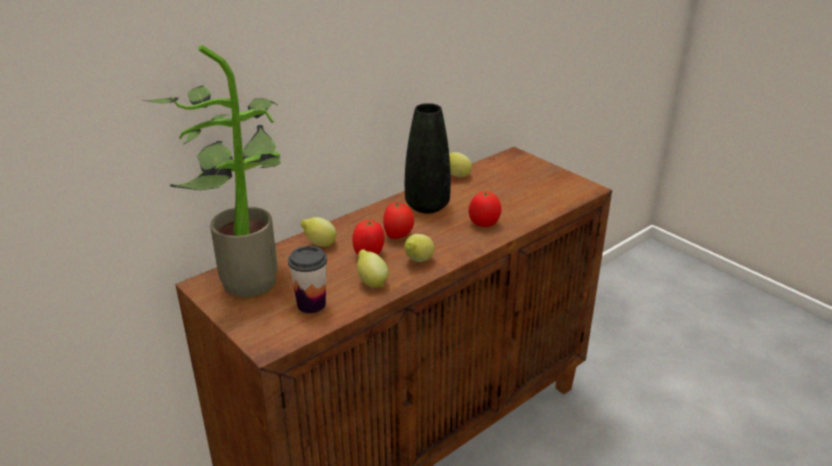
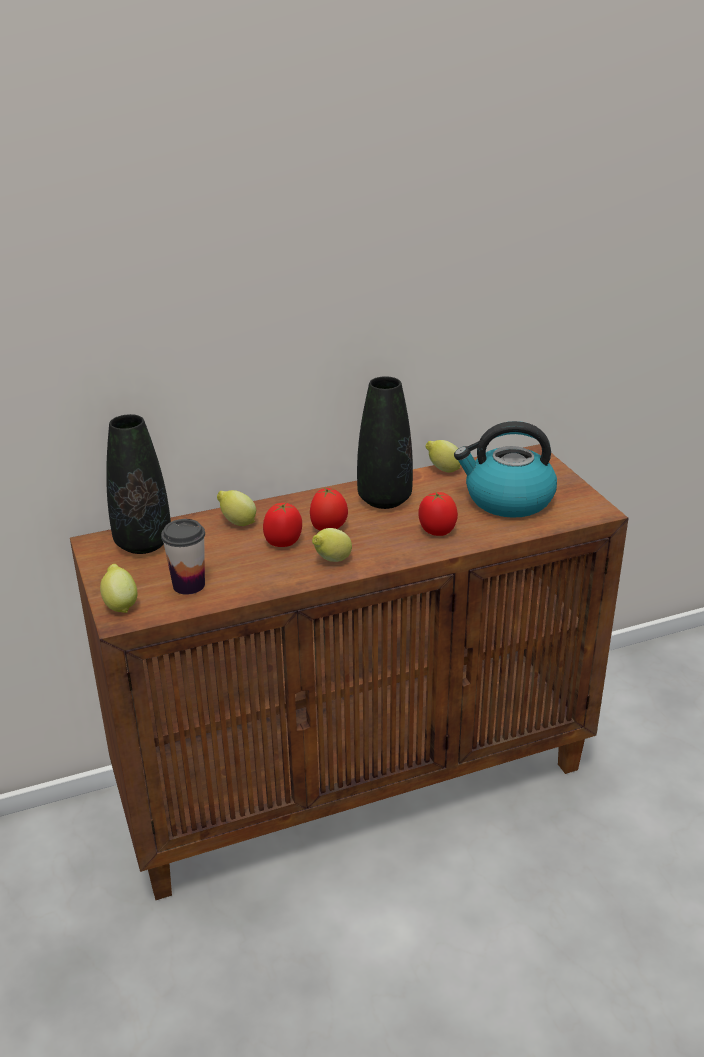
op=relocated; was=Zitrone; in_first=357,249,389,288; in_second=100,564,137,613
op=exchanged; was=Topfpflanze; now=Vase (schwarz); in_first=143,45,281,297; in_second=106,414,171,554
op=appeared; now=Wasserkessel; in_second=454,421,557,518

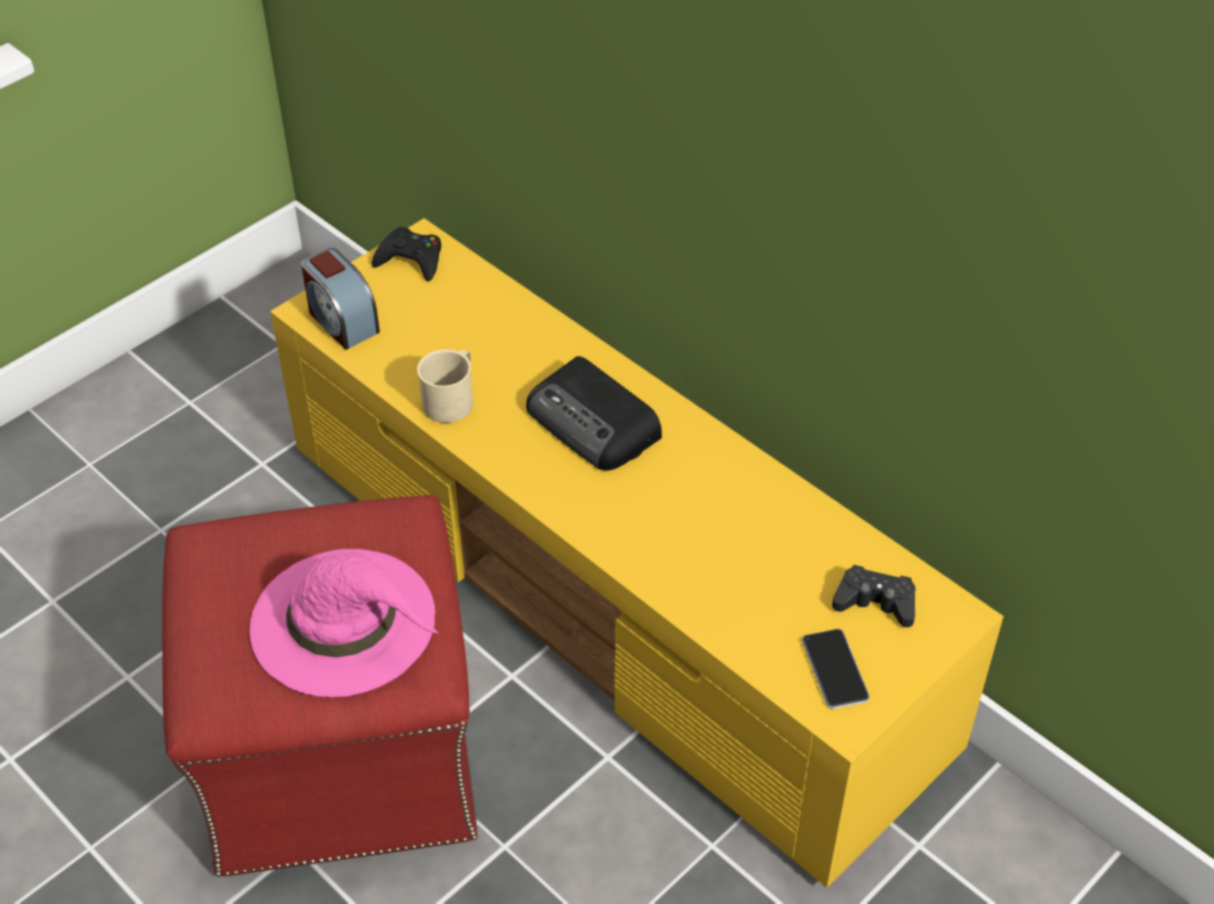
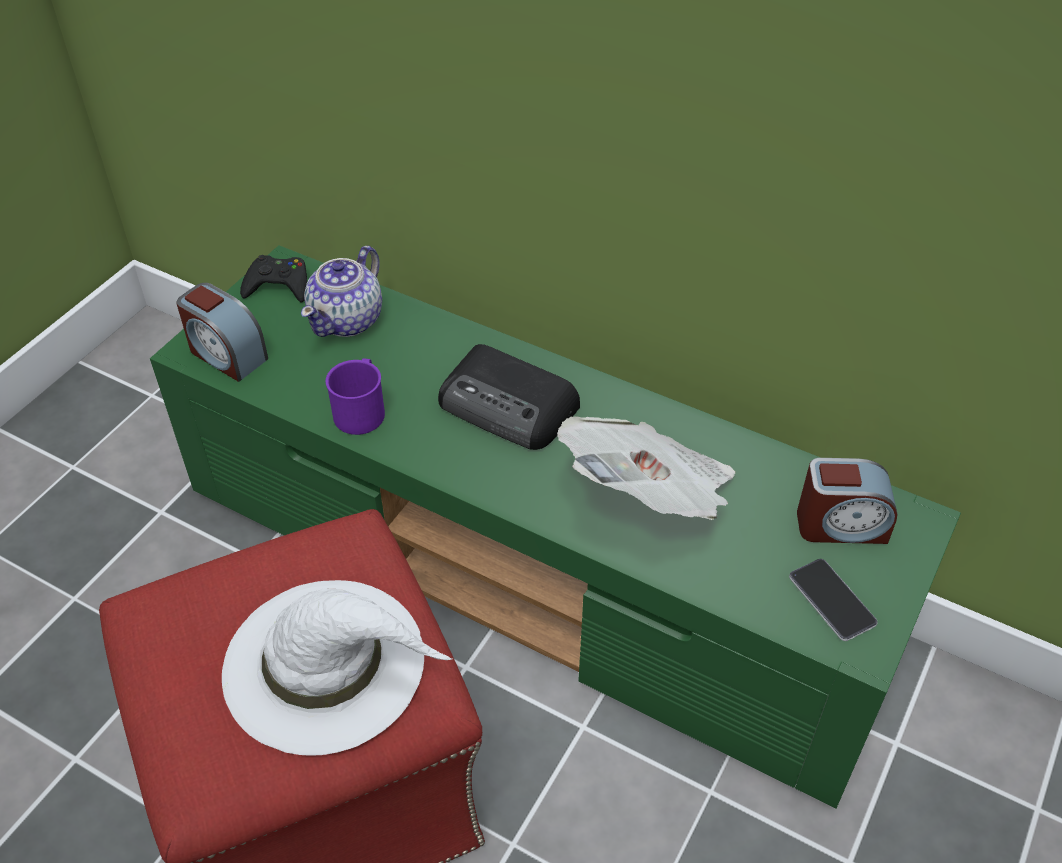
op=colour; was=Fernsehschrank (gelb); now=Fernsehschrank (grün); in_first=270,218,1004,888; in_second=150,245,961,809
op=colour; was=Hut (rosa); now=Hut (weiß); in_first=249,549,439,697; in_second=222,580,452,756
op=appeared; now=Teekanne; in_second=301,246,382,337
op=colour; was=Henkelbecher (beige); now=Henkelbecher (lila); in_first=417,349,473,423; in_second=325,358,385,435
op=appeared; now=Zeitung; in_second=557,416,736,520
op=exchanged; was=Gamepad (schwarz); now=Wecker; in_first=832,565,916,627; in_second=797,458,898,544

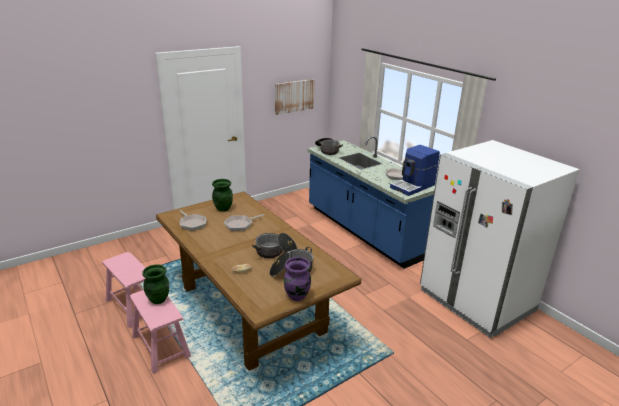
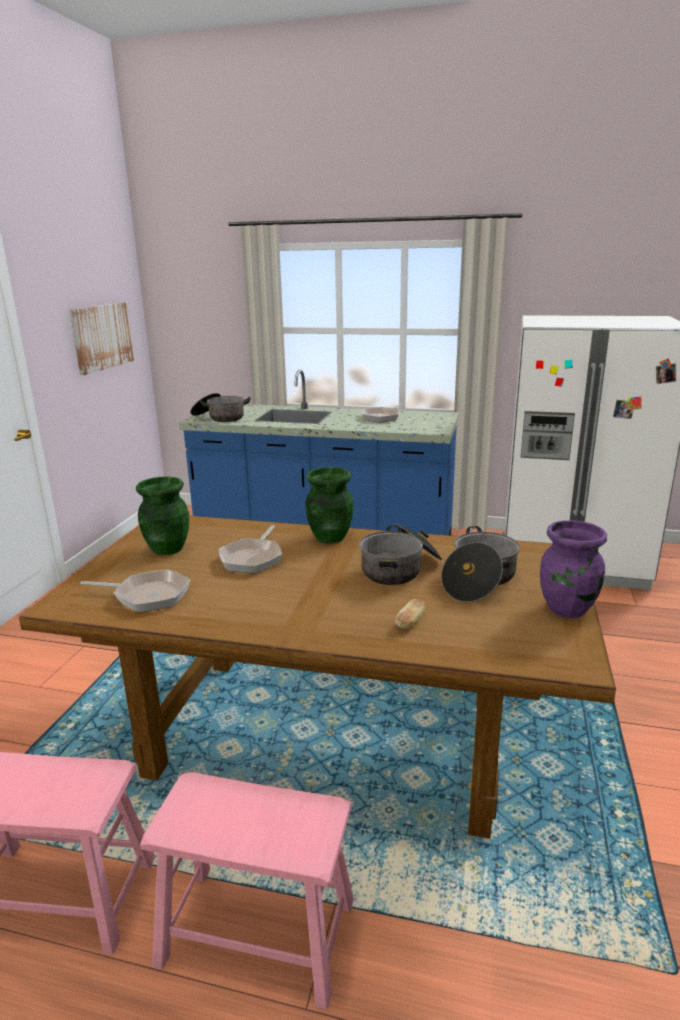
op=relocated; was=Vase (grün); in_first=142,264,169,304; in_second=305,467,354,544
op=missing; was=Kaffeemaschine; in_first=390,145,440,196

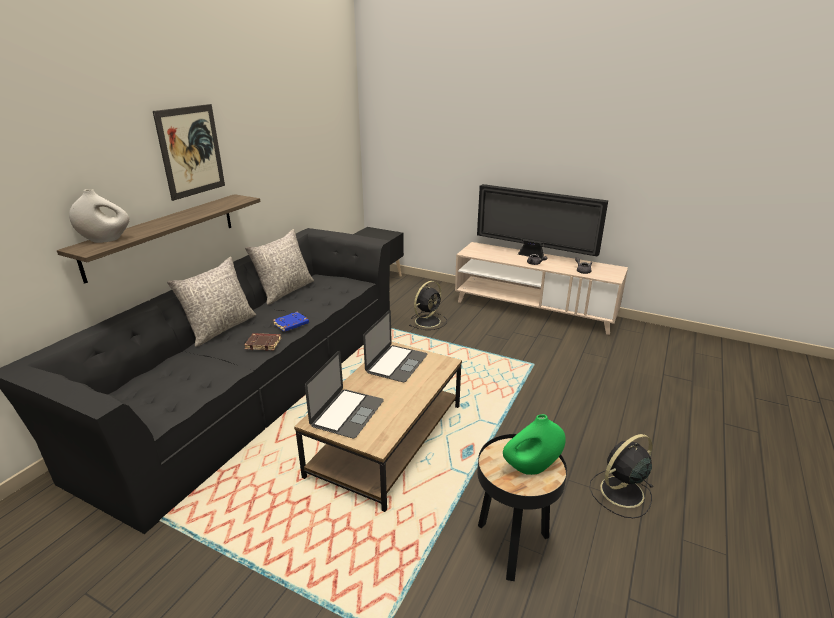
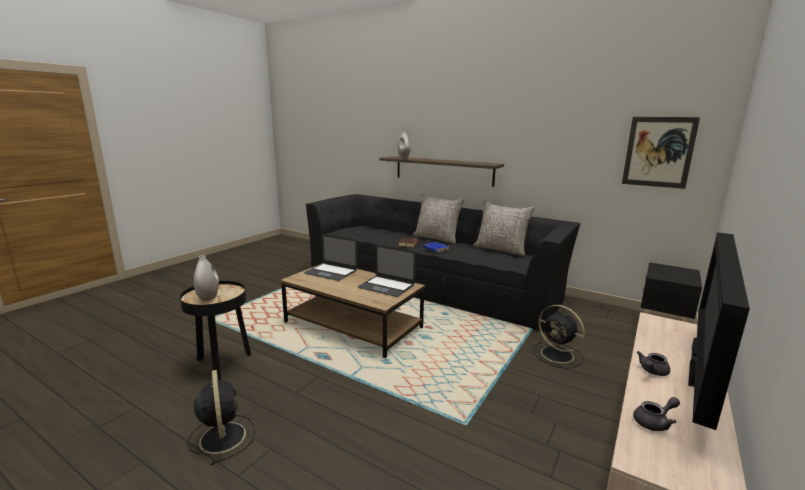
op=colour; was=Vase (grün); now=Vase (weiß); in_first=503,414,566,475; in_second=193,255,219,302
op=relocated; was=Bild; in_first=153,104,225,201; in_second=622,117,700,189

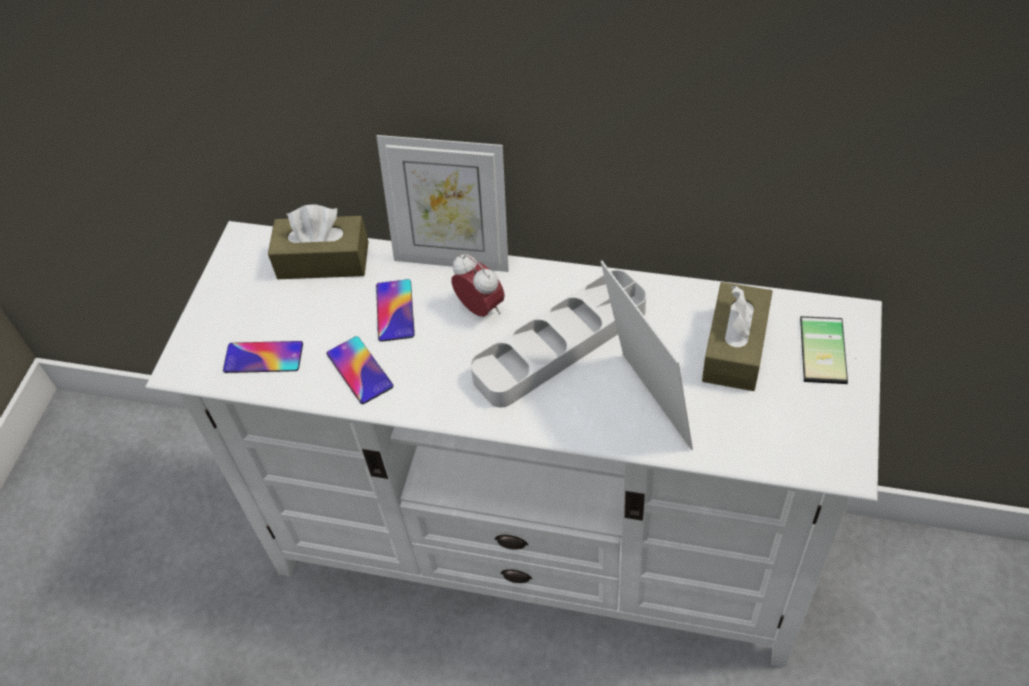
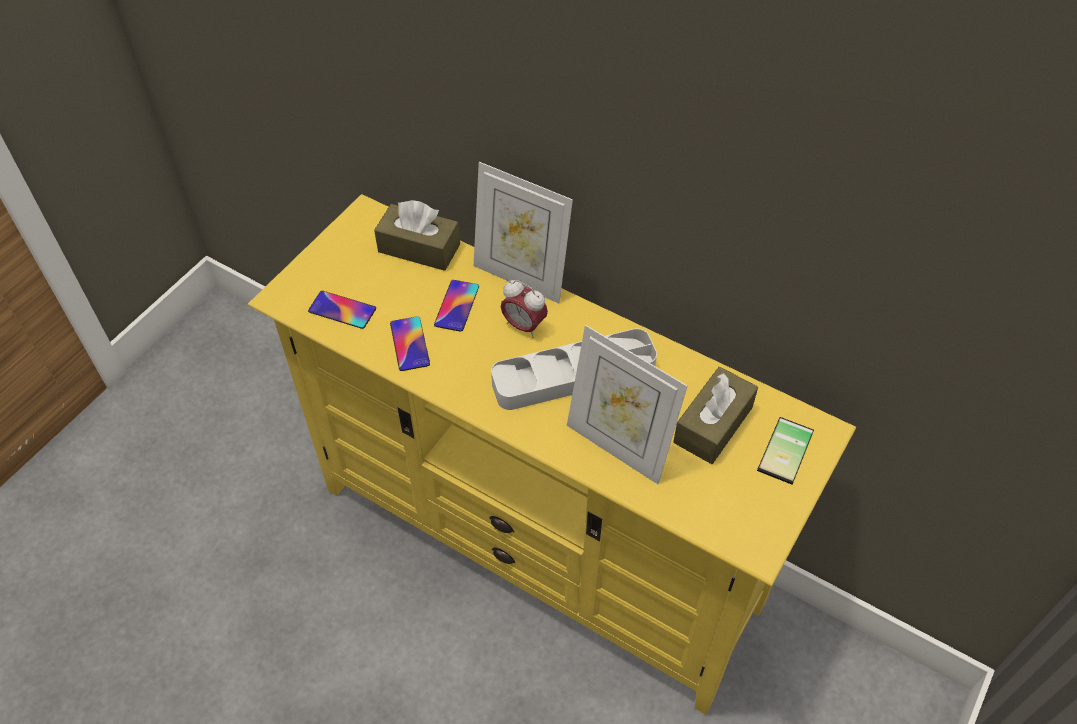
op=colour; was=Fernsehschrank (weiß); now=Fernsehschrank (gelb); in_first=145,221,882,667; in_second=248,194,856,715
op=spun; was=Wecker; in_first=451,254,505,317; in_second=501,280,548,338; clockwise=150
op=spun; was=Bilderrahmen; in_first=601,260,693,450; in_second=567,325,688,484; clockwise=135

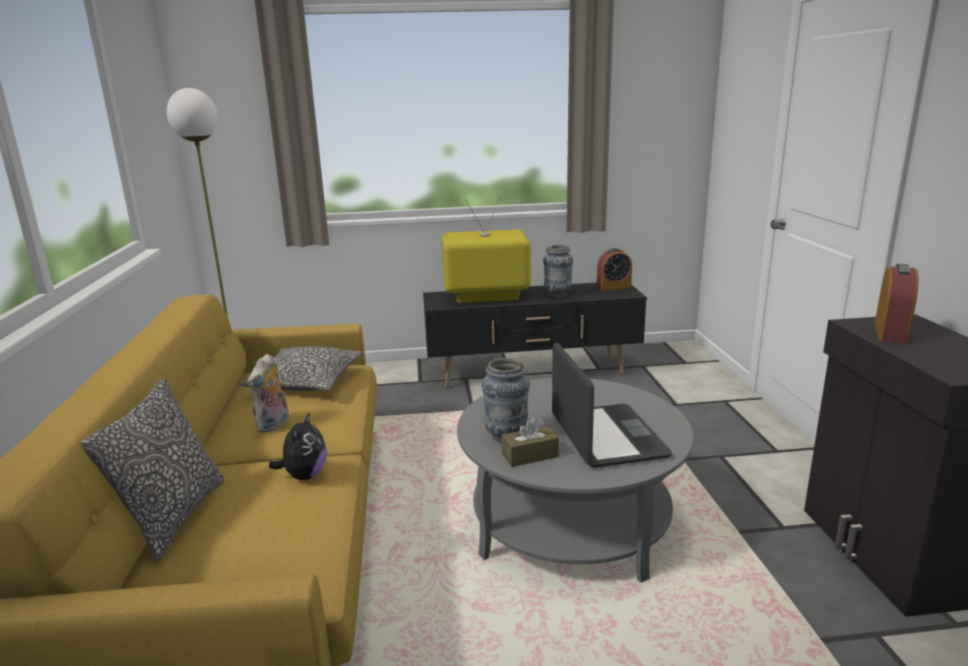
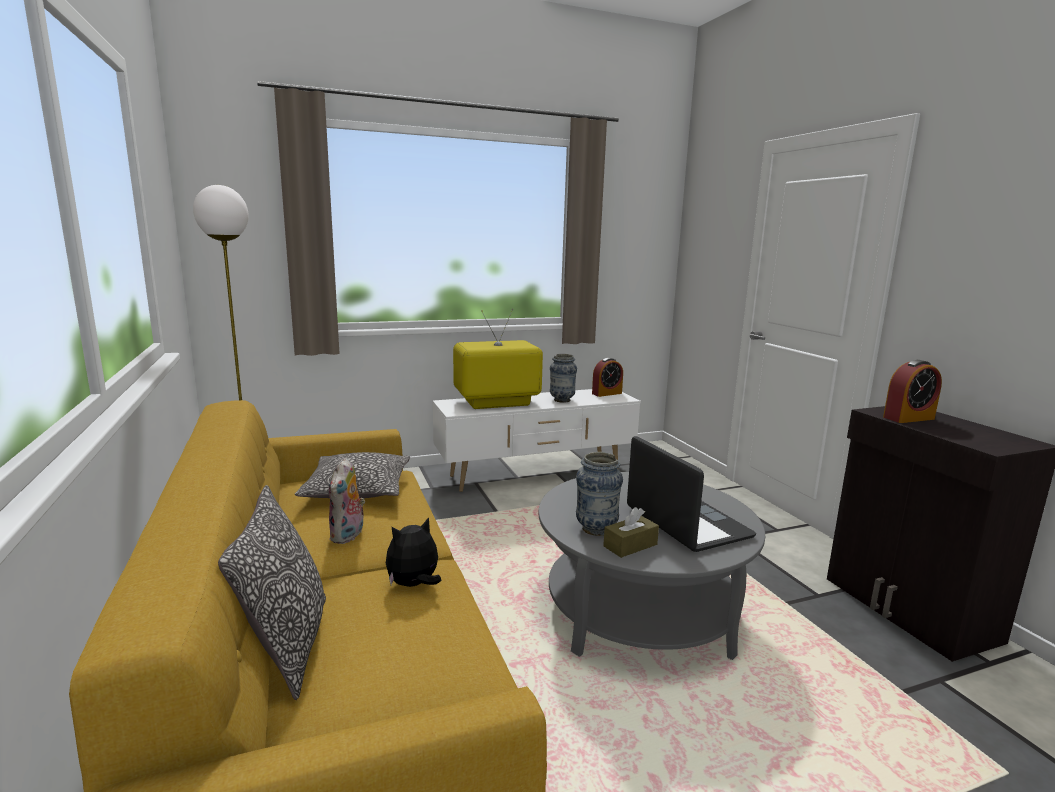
op=spun; was=Plüschtier; in_first=269,413,327,480; in_second=386,517,441,587; clockwise=-120
op=colour; was=Fernsehschrank (schwarz); now=Fernsehschrank (weiß); in_first=423,283,647,387; in_second=433,389,641,492
op=spun; was=Wecker; in_first=875,264,918,344; in_second=883,360,942,423; clockwise=60

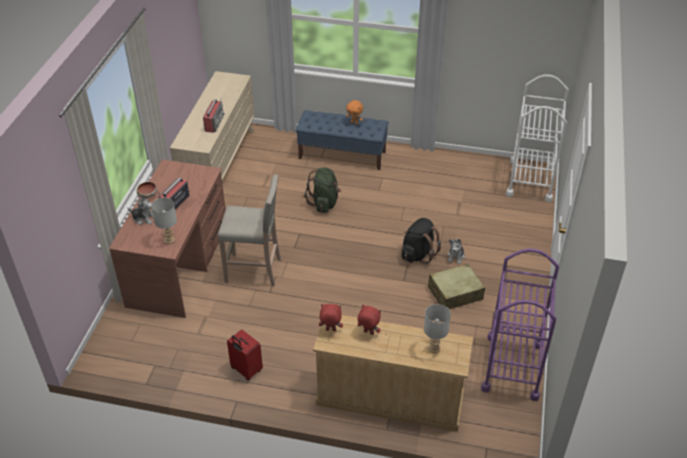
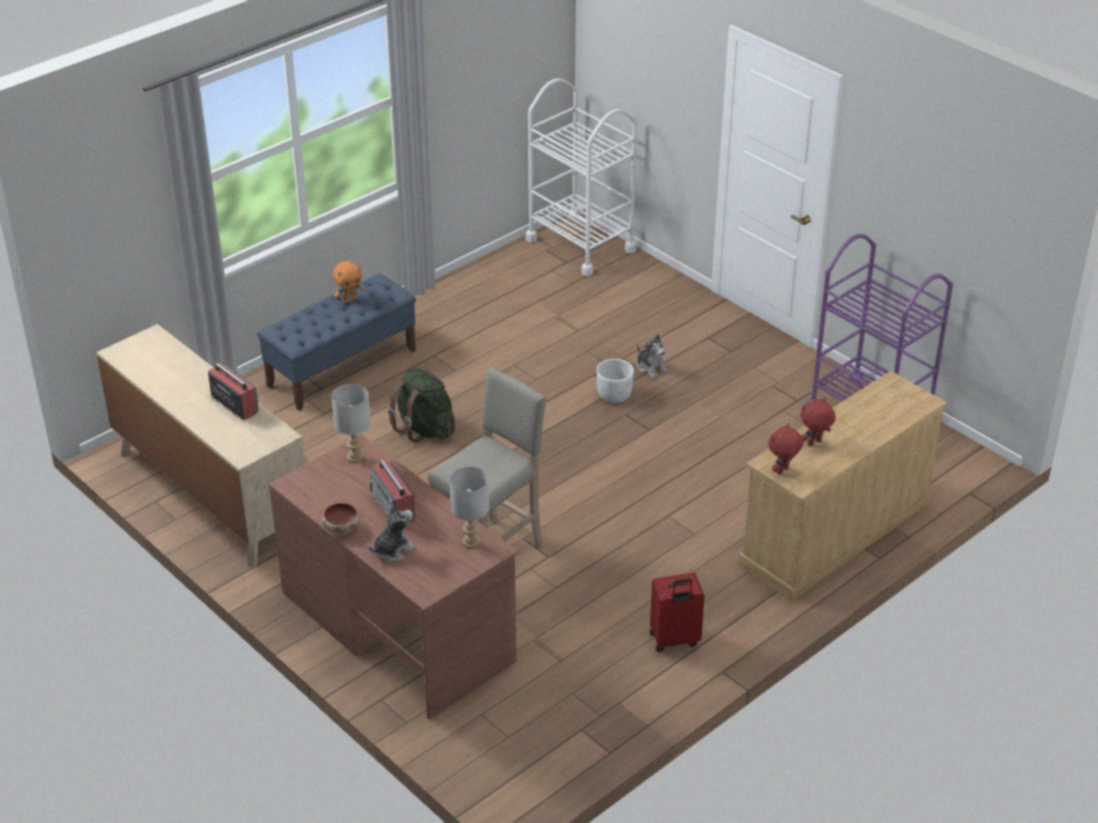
op=relocated; was=Tischlampe (grau); in_first=424,304,451,353; in_second=331,384,371,463
op=exchanged; was=Rucksack (schwarz); now=Pflanzkübel (weiß); in_first=402,218,441,264; in_second=597,359,634,403
op=missing; was=Koffer (beige); in_first=428,264,485,309

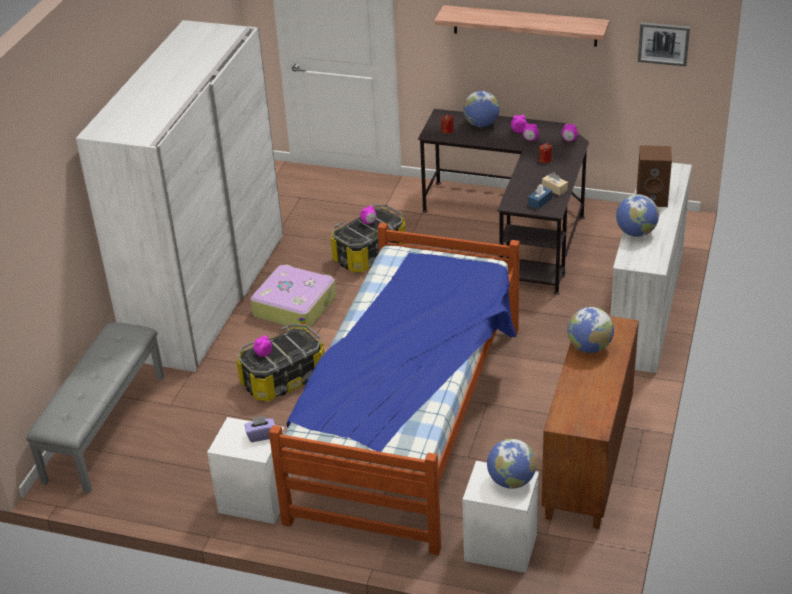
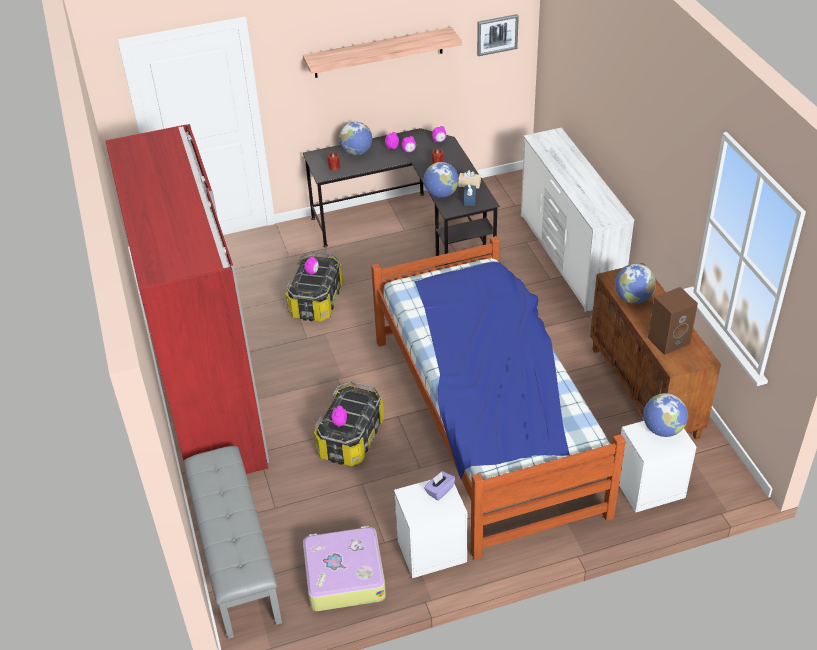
op=colour; was=Kleiderschrank (weiß); now=Kleiderschrank (rot); in_first=76,20,283,372; in_second=106,124,269,474
op=relocated; was=Koffer; in_first=250,265,336,329; in_second=303,526,386,611
op=relocated; was=Globus; in_first=616,194,659,237; in_second=424,162,459,198
op=relocated; was=Lautsprecher (braun); in_first=636,145,672,207; in_second=648,287,698,355

